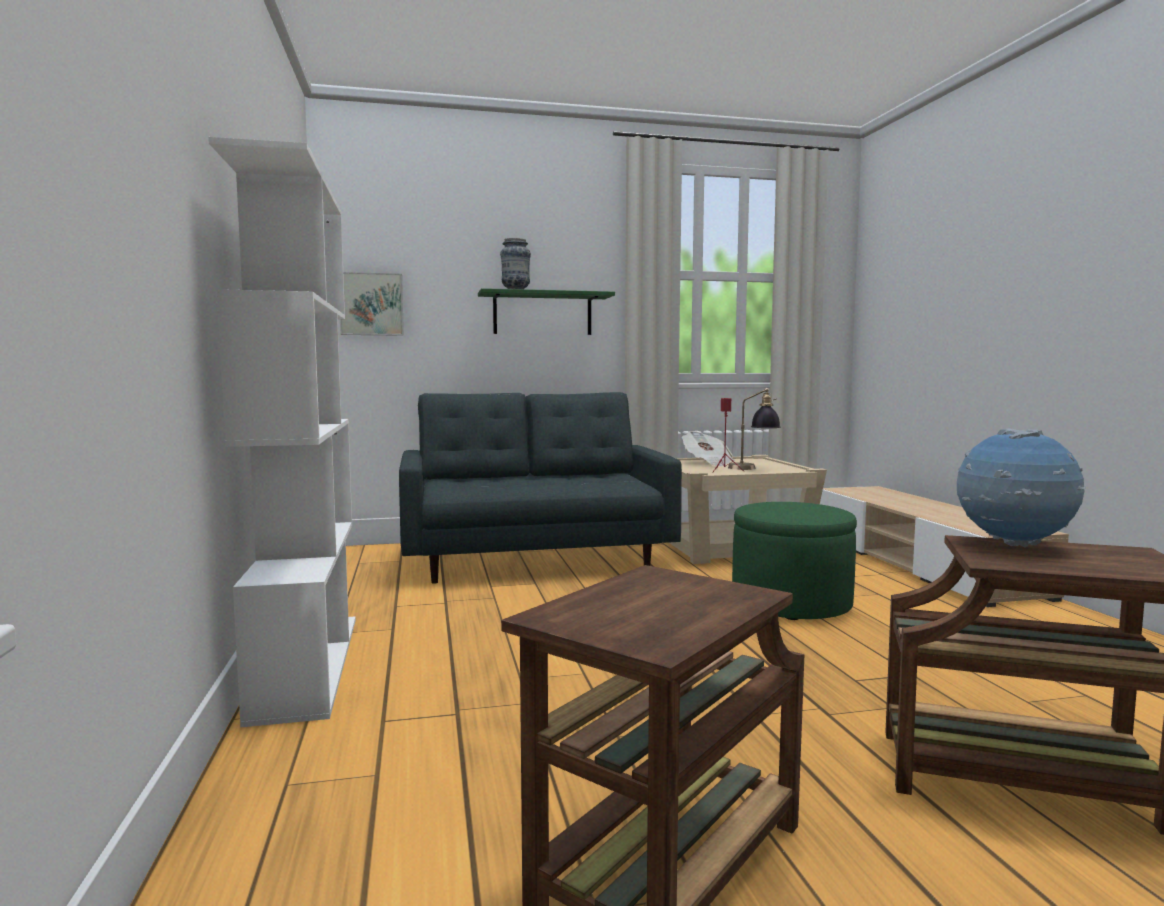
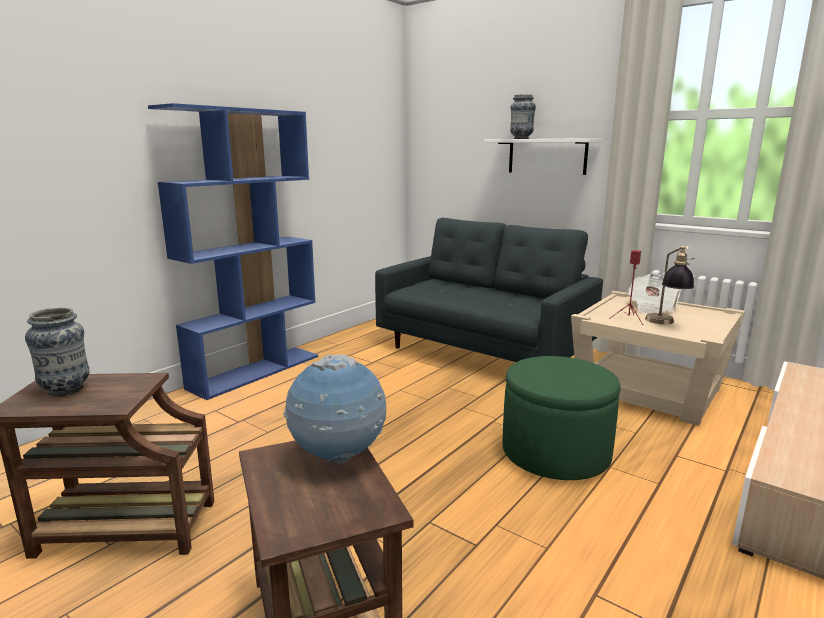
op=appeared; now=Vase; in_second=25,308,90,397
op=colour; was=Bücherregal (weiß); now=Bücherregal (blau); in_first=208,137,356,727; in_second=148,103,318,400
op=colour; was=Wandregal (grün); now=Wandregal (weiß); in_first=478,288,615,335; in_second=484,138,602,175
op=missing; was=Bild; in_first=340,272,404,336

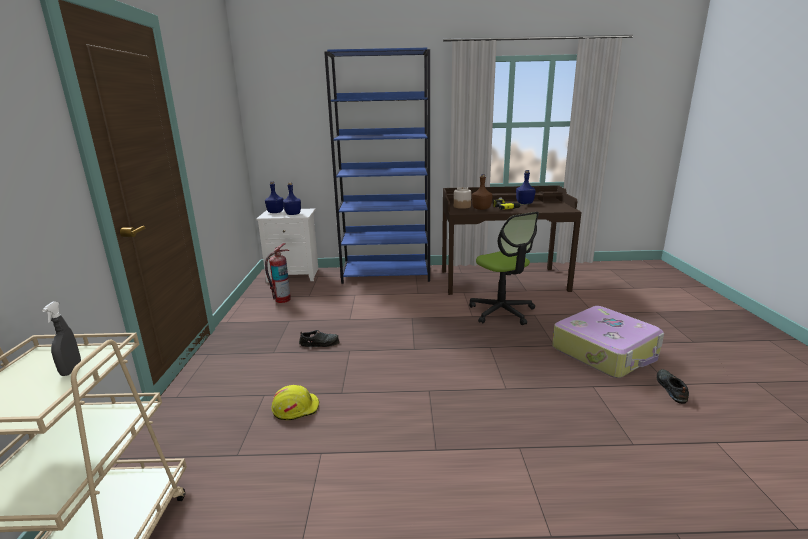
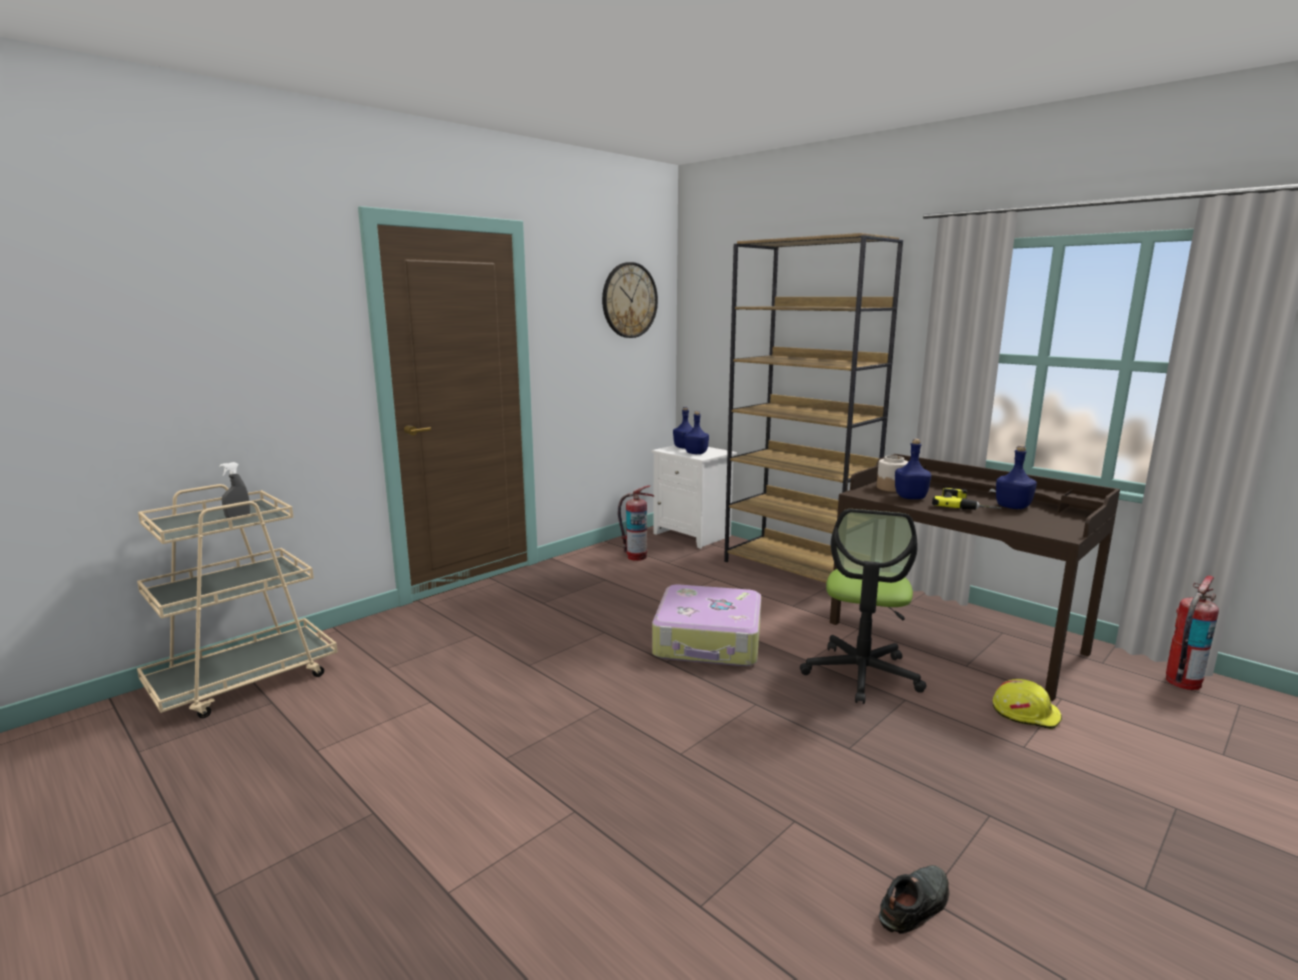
op=appeared; now=Wanduhr; in_second=602,262,658,338
op=relocated; was=Koffer; in_first=552,306,664,378; in_second=652,584,761,666
op=colour; was=Bücherregal (blau); now=Bücherregal (braun); in_first=324,48,430,284; in_second=724,233,903,583
op=colour; was=Flasche (braun); now=Flasche (blau); in_first=472,174,493,210; in_second=895,439,931,499
op=relocated; was=Schutzhelm (gelb); in_first=271,385,320,420; in_second=993,679,1062,729
op=appeared; now=Feuerlöscher; in_second=1166,576,1219,690
op=missing; was=Schuh (schwarz); in_first=299,330,340,347

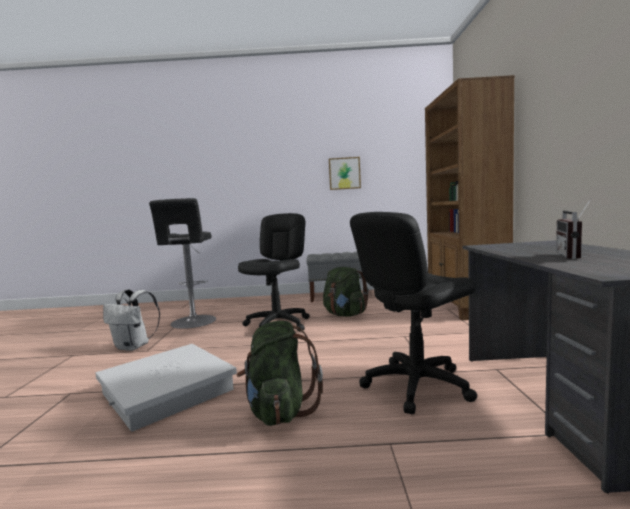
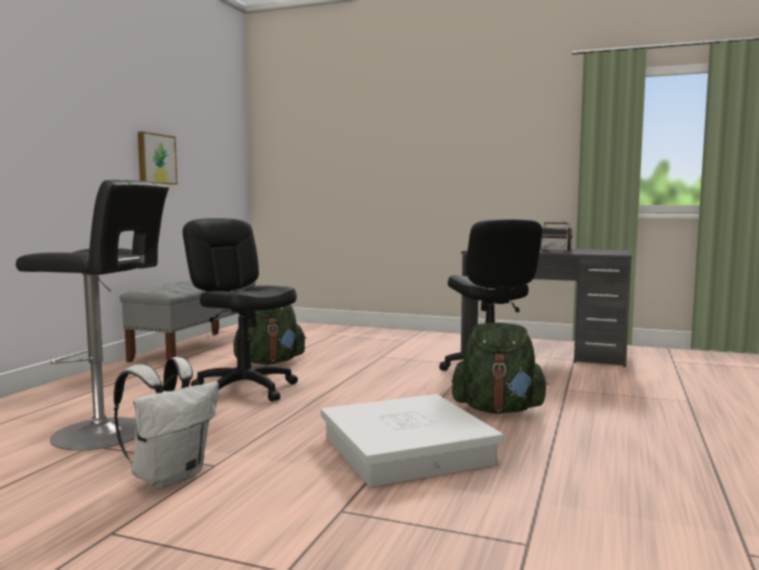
op=missing; was=Bücherregal (braun); in_first=425,75,515,320

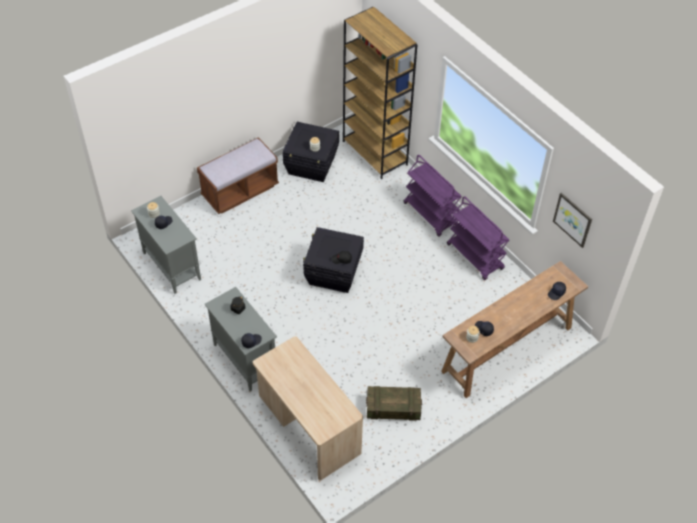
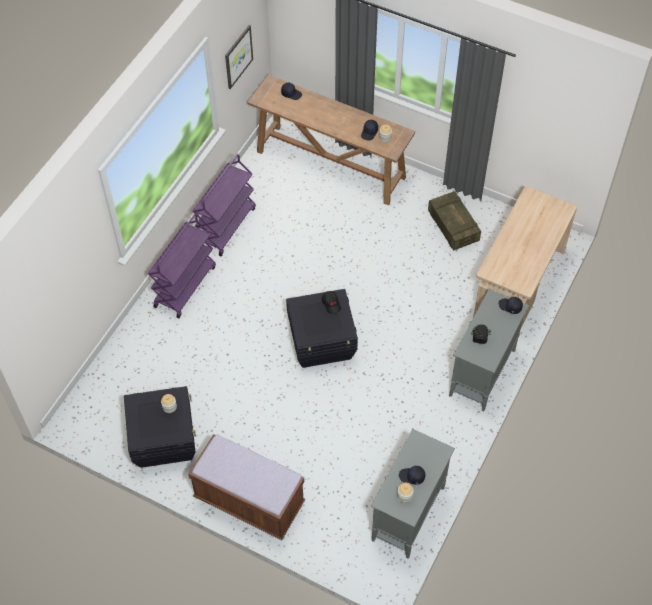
op=missing; was=Bücherregal (braun); in_first=343,7,418,179

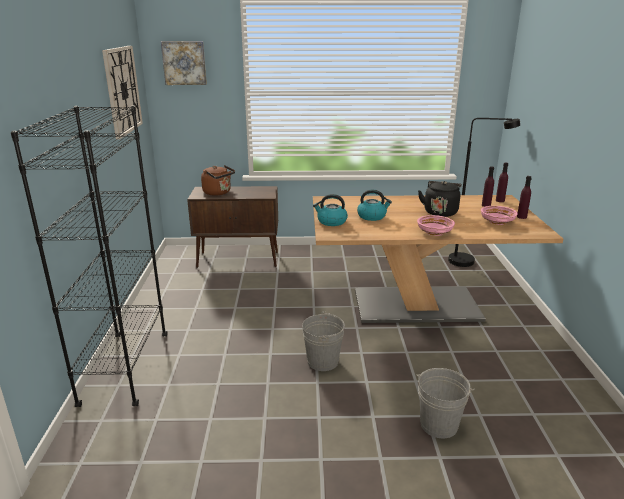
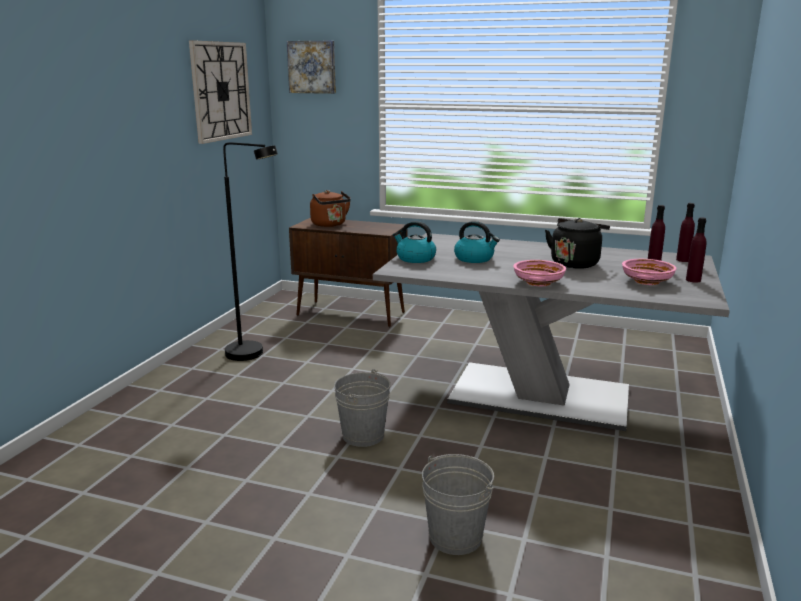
op=relocated; was=Stehlampe (schwarz); in_first=448,118,520,267; in_second=223,142,278,361
op=colour; was=Esstisch (braun); now=Esstisch (grau); in_first=313,195,563,323; in_second=373,233,730,431
op=missing; was=Bücherregal (schwarz); in_first=11,106,167,407

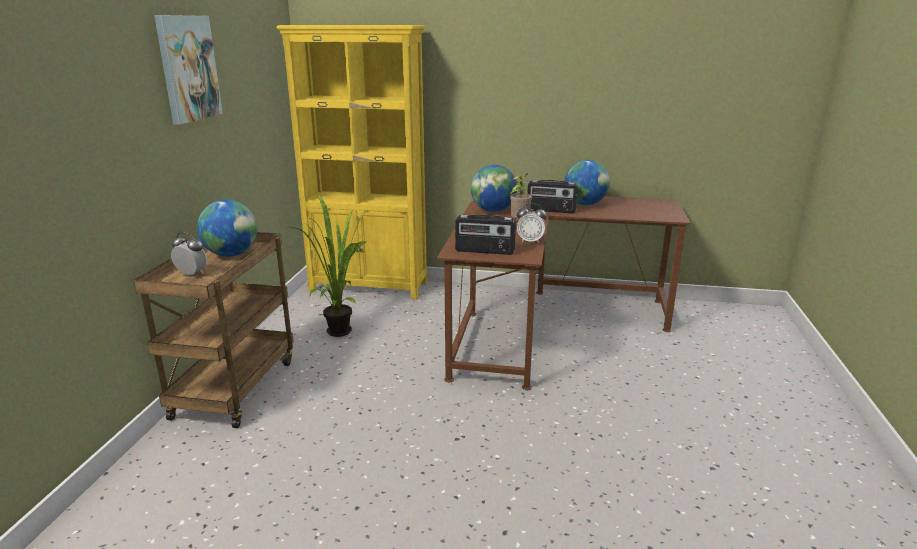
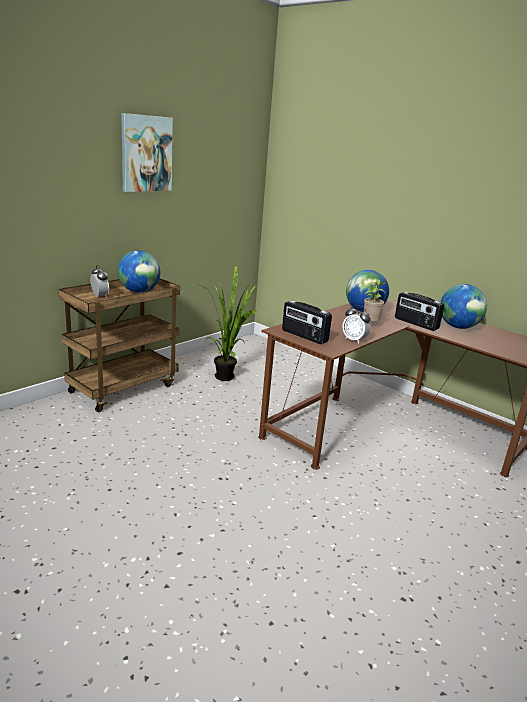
op=missing; was=Bücherregal (gelb); in_first=276,25,427,300

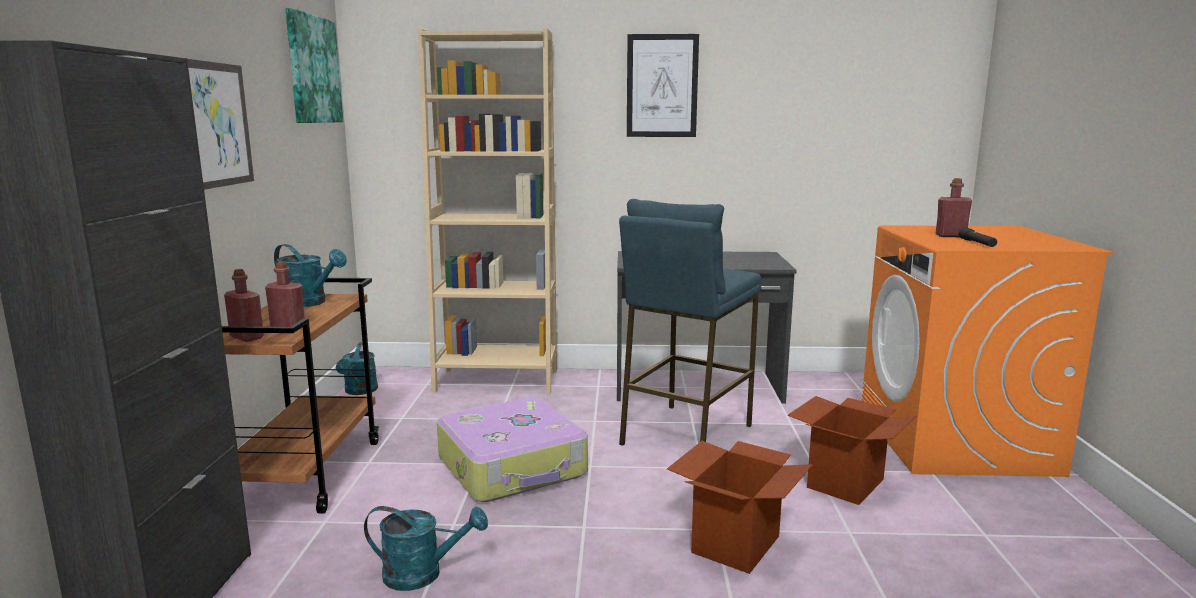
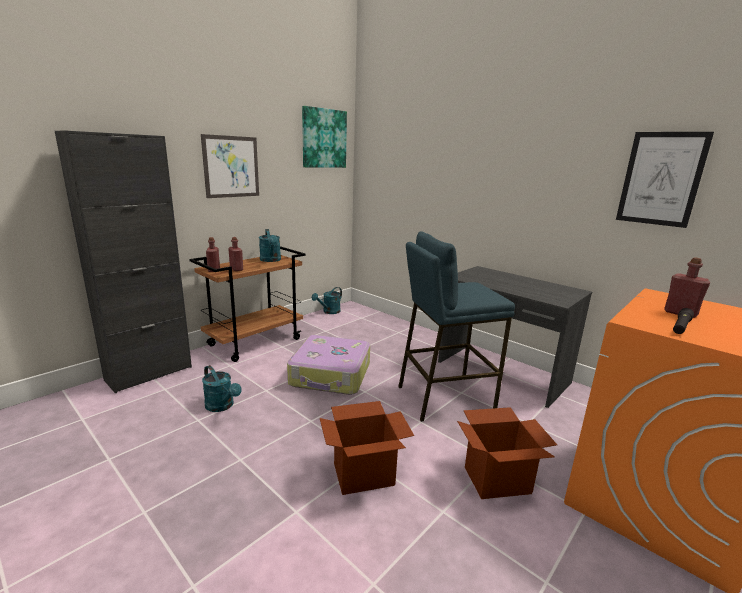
op=relocated; was=Bild; in_first=627,34,699,137; in_second=616,132,714,228
op=missing; was=Bücherregal (beige); in_first=418,28,557,394

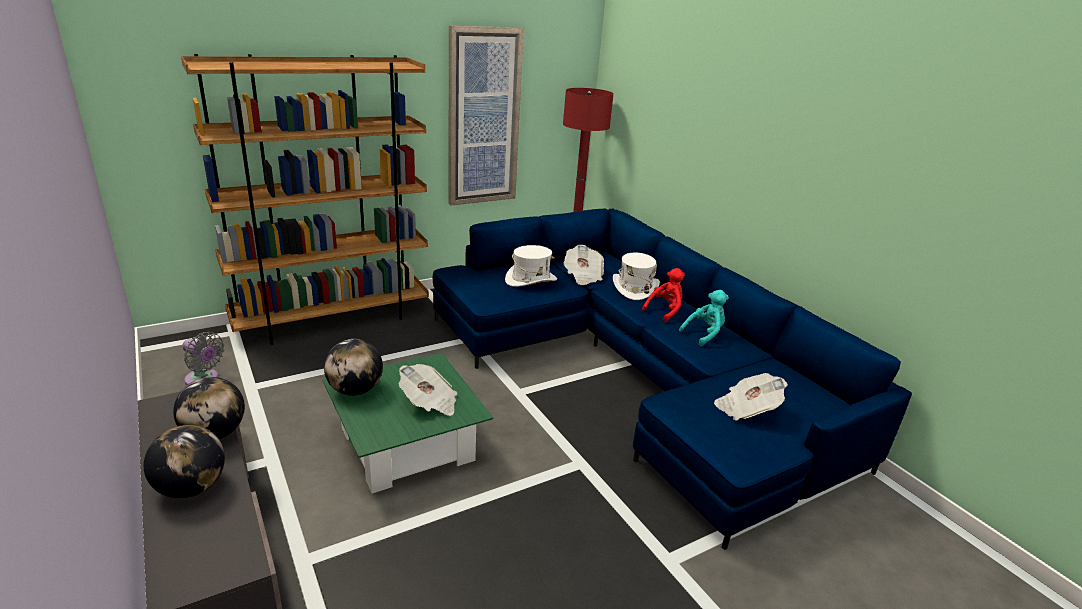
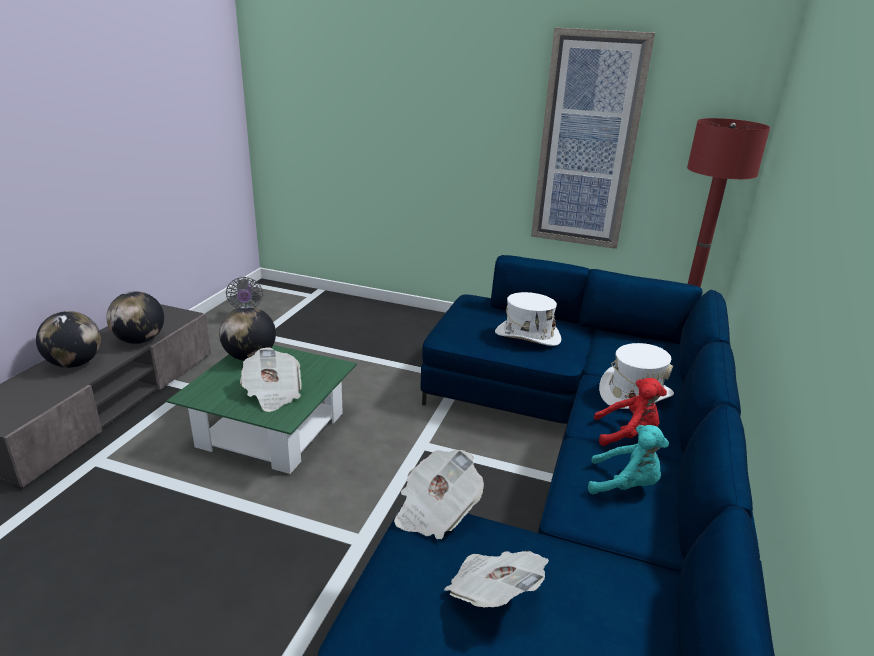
op=relocated; was=Zeitung; in_first=563,245,604,285; in_second=394,450,484,539
op=missing; was=Bücherregal (braun); in_first=181,54,429,345

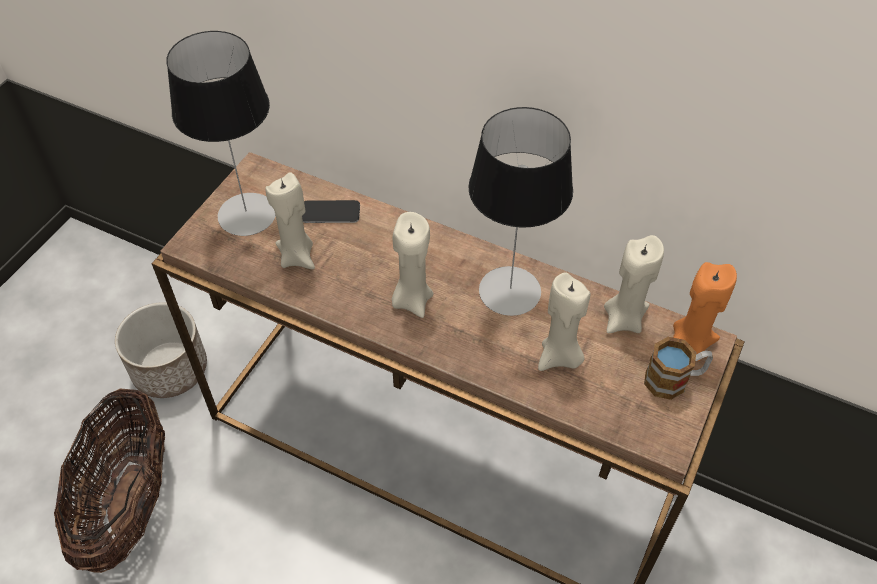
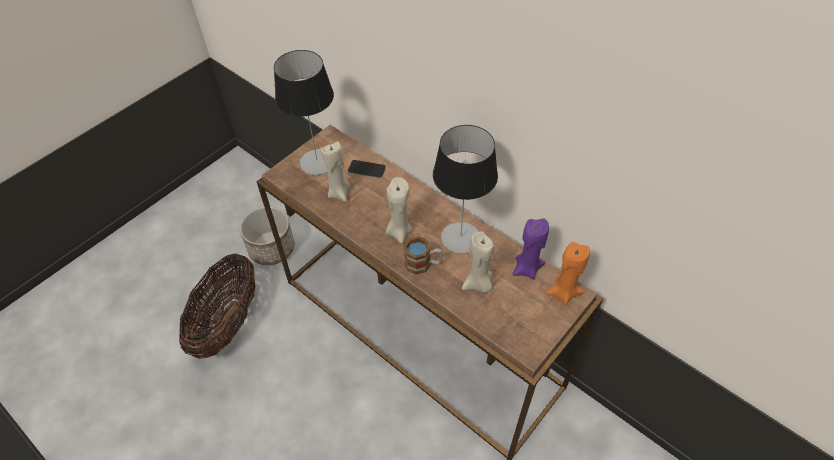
op=relocated; was=Henkelbecher; in_first=644,337,713,400; in_second=404,236,443,275
op=colour; was=Kerze (beige); now=Kerze (lila); in_first=604,235,664,333; in_second=512,218,549,279

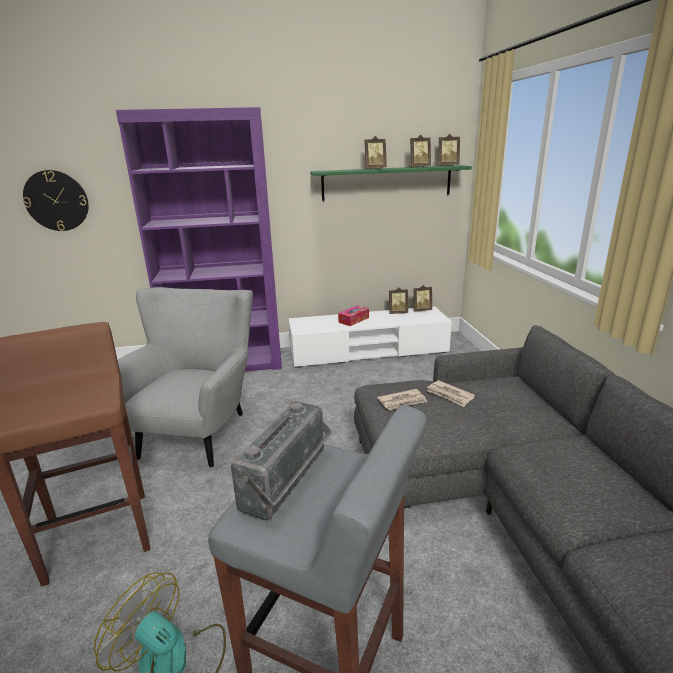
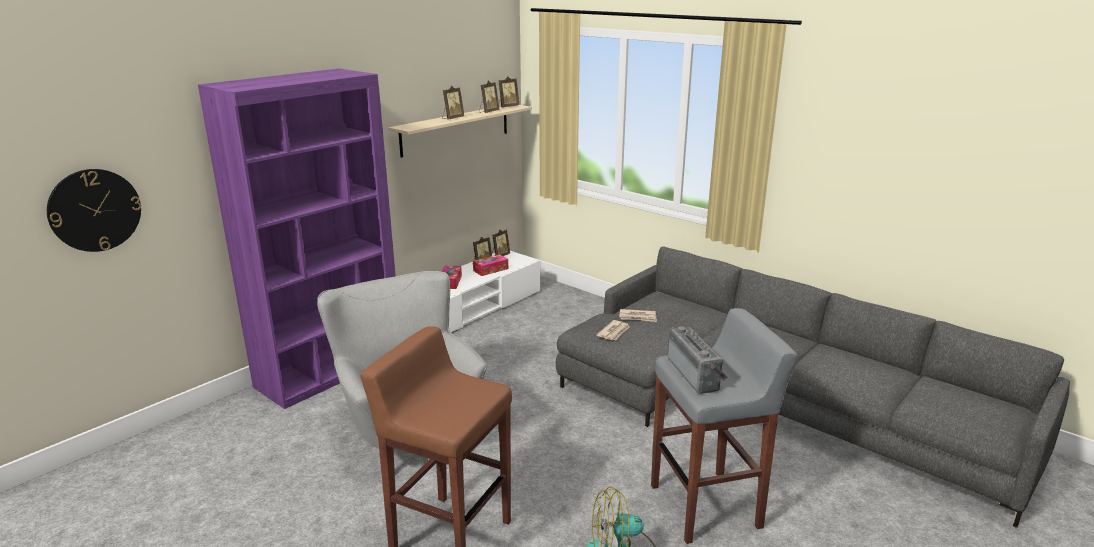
op=colour; was=Wandregal (grün); now=Wandregal (beige); in_first=310,165,472,201; in_second=388,105,532,158
op=appeared; now=Taschentuchbox; in_second=473,254,508,276

